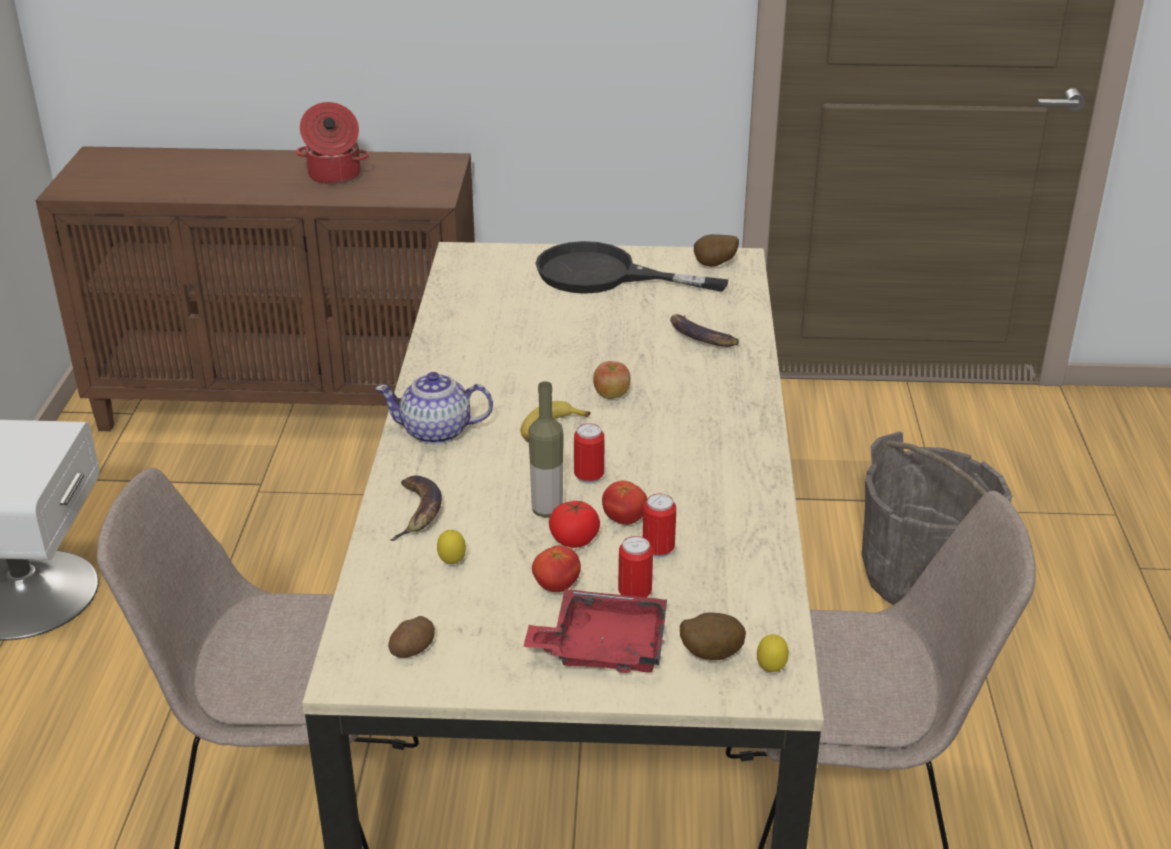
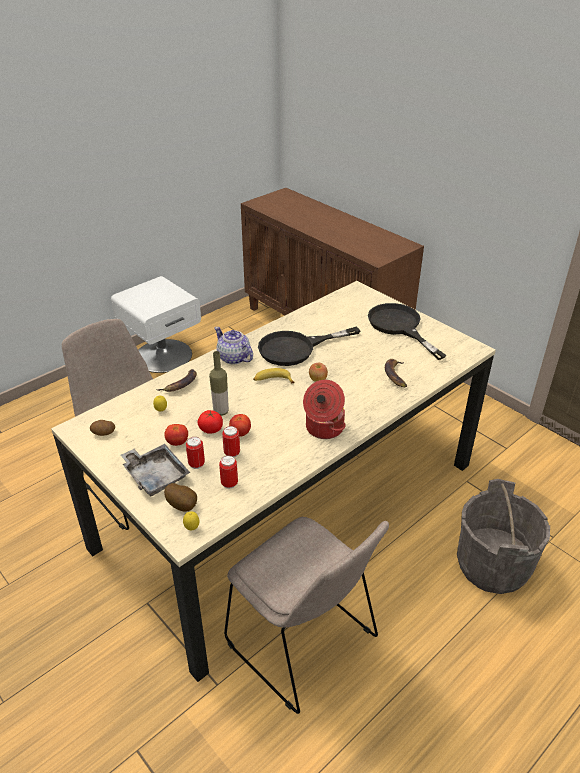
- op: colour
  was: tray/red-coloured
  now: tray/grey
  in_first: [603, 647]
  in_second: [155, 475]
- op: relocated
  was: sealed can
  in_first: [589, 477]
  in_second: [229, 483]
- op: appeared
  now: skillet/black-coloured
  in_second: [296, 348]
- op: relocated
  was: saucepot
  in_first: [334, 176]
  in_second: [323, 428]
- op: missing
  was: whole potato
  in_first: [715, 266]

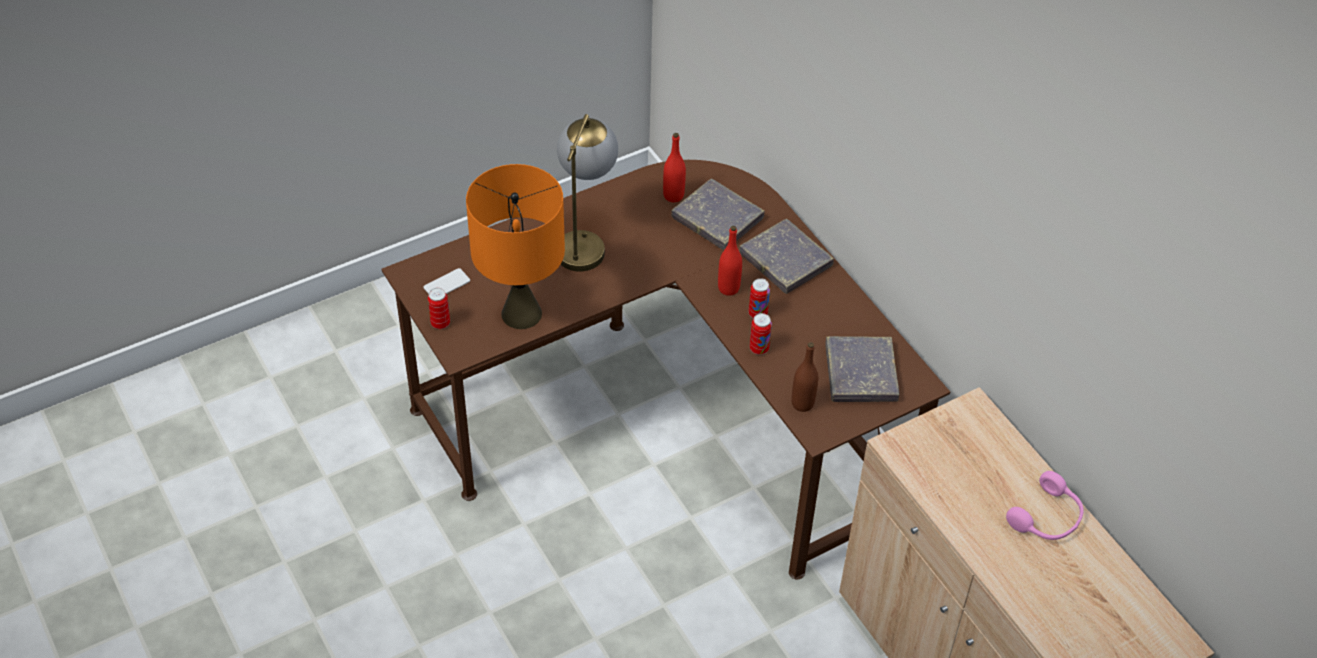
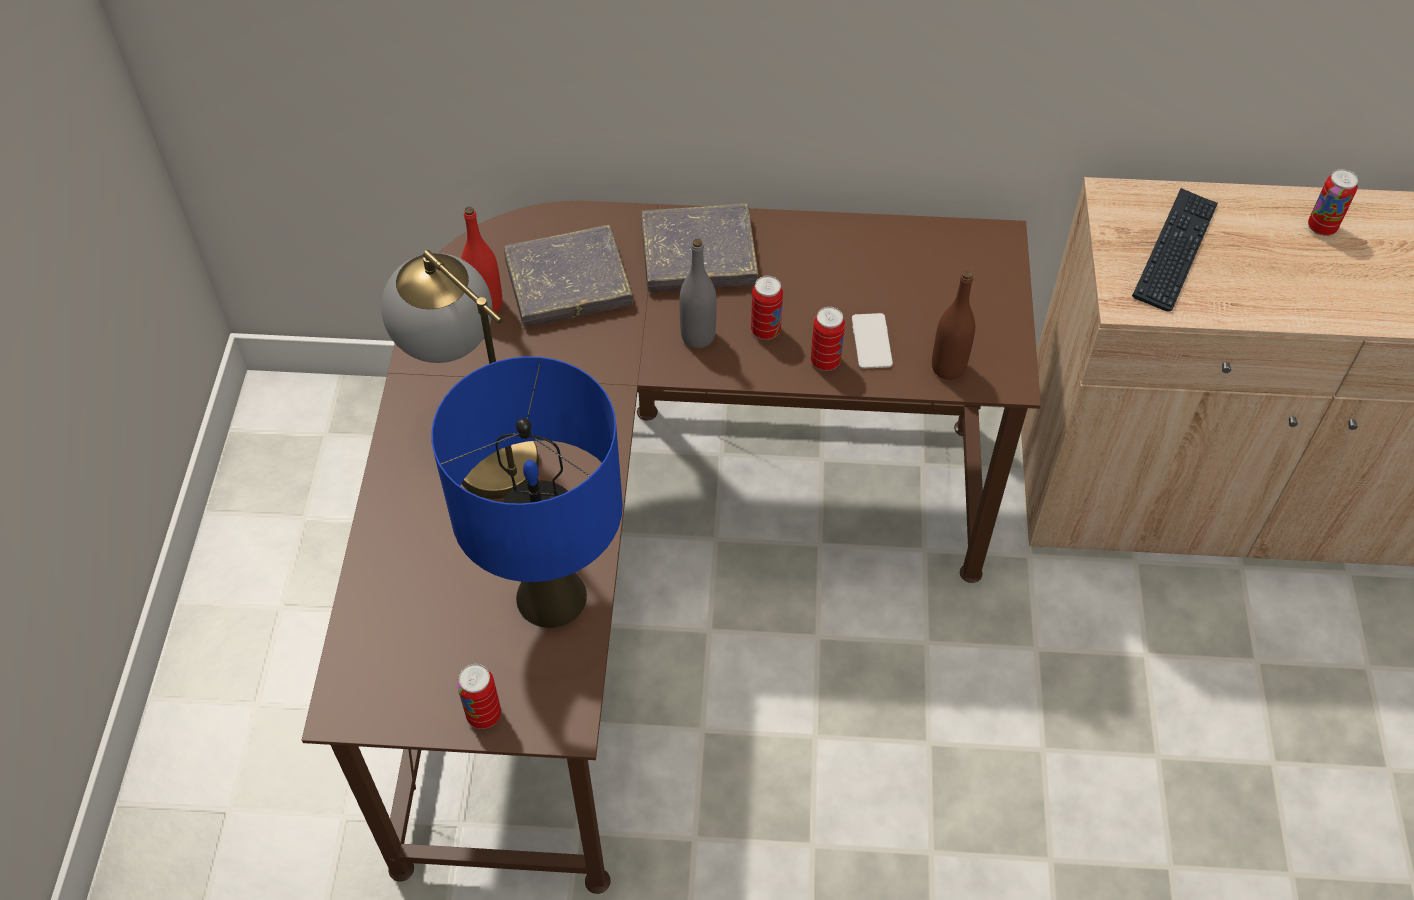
- op: colour
  was: tabletop lamp/orange
  now: tabletop lamp/blue-coloured
  in_first: [521, 313]
  in_second: [550, 597]
- op: colour
  was: bottle/red-coloured
  now: bottle/grey
  in_first: [728, 288]
  in_second: [698, 336]
- op: relocated
  was: telephone
  in_first: [446, 284]
  in_second: [871, 342]
- op: appeared
  now: PC keyboard
  in_second: [1174, 251]
- op: exchanged
  was: headphones/pinkish
  now: sealed can
  in_first: [1047, 518]
  in_second: [1321, 227]
- op: missing
  was: book/grey
  in_first: [860, 373]

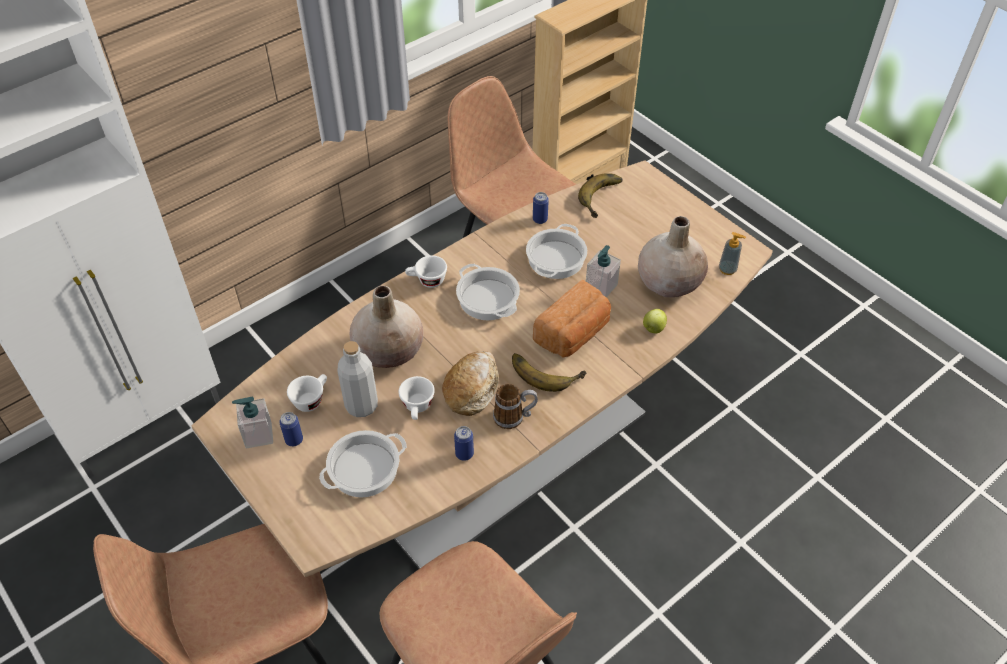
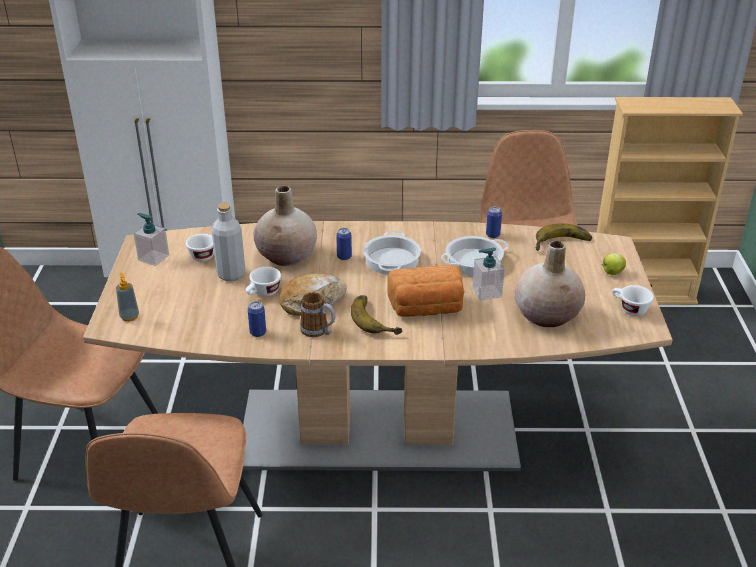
- op: relocated
  was: liquid soap bottle
  in_first: [727, 269]
  in_second: [129, 317]
- op: relocated
  was: sealed can
  in_first: [294, 440]
  in_second: [344, 257]
- op: relocated
  was: apple
  in_first: [653, 329]
  in_second: [611, 272]
- op: relocated
  was: small cup/whitish
  in_first: [427, 281]
  in_second: [629, 309]
- op: missing
  was: saucepot
  in_first: [364, 469]

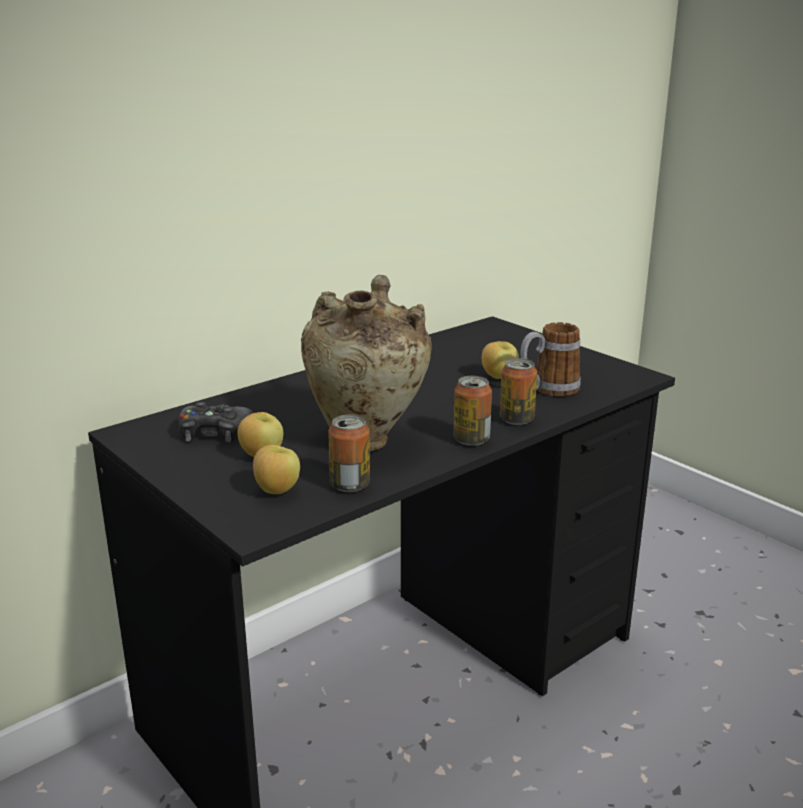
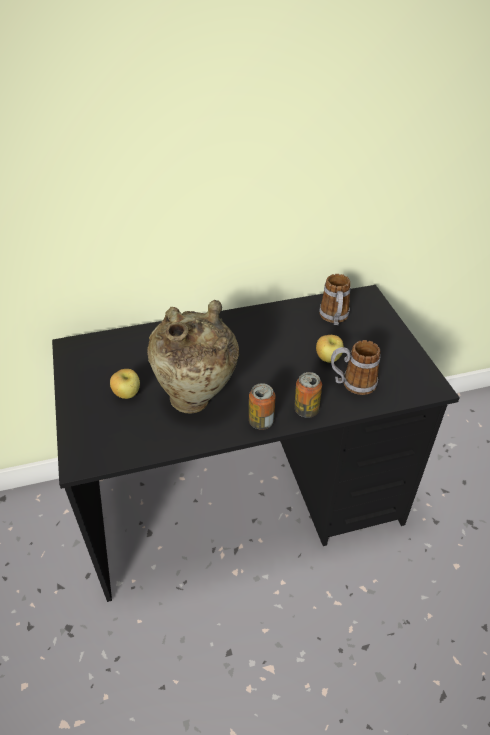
- op: appeared
  now: mug
  in_second: [334, 318]
- op: missing
  was: joypad/black-coloured
  in_first: [214, 432]
- op: missing
  was: apple
  in_first: [276, 491]
- op: missing
  was: sealed can
  in_first: [350, 485]

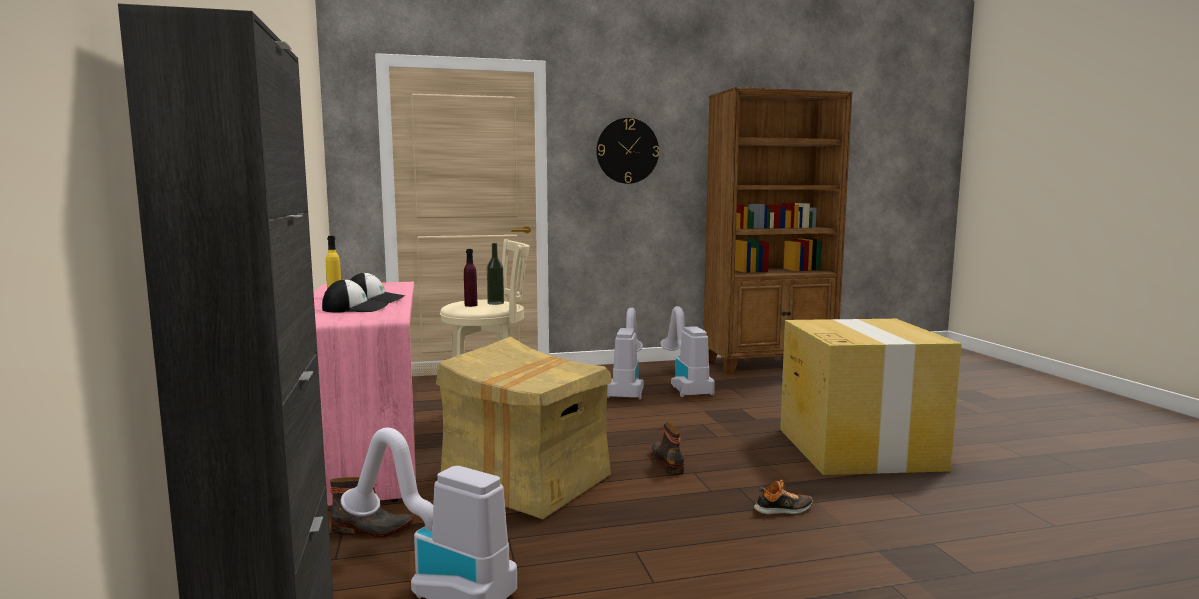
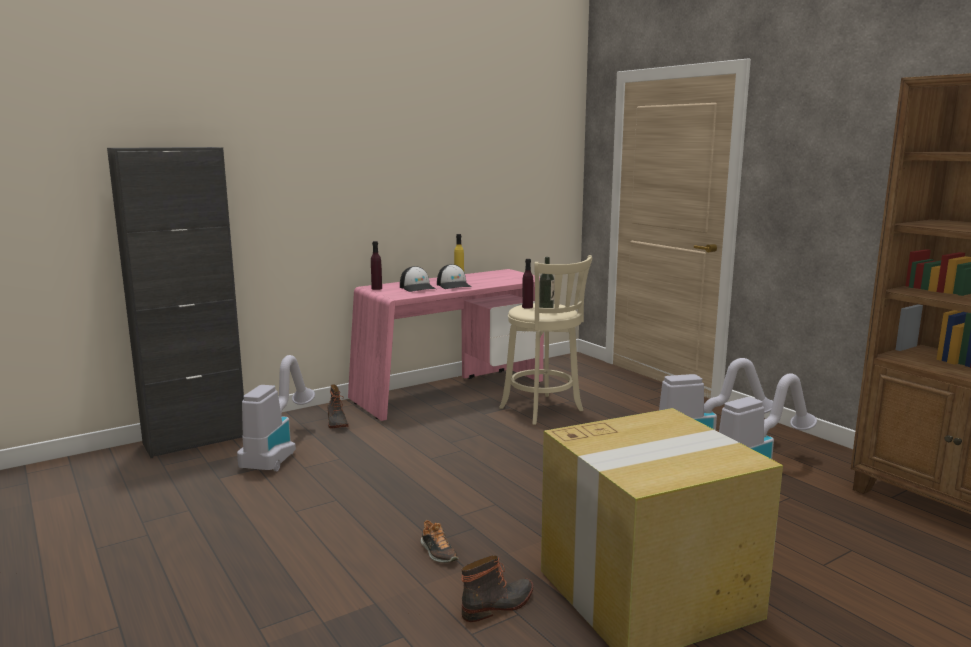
- op: appeared
  now: bottle/purple-coloured
  in_second: [376, 288]
- op: relocated
  was: boot
  in_first: [668, 462]
  in_second: [499, 605]
- op: missing
  was: carton
  in_first: [526, 482]
- op: missing
  was: hanging clock
  in_first: [627, 151]

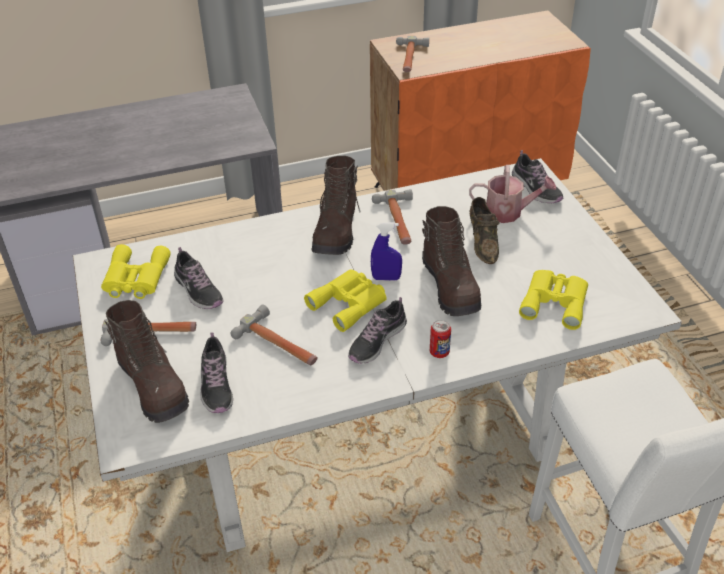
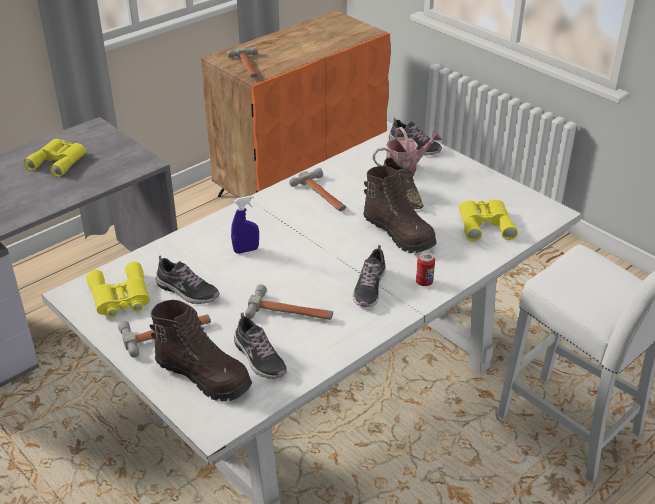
- op: relocated
  was: field glasses/yellow-coloured
  in_first: [350, 303]
  in_second: [59, 161]
- op: relocated
  was: spray bottle/blue-coloured
  in_first: [386, 278]
  in_second: [246, 250]
- op: missing
  was: boot/brown
  in_first: [337, 231]

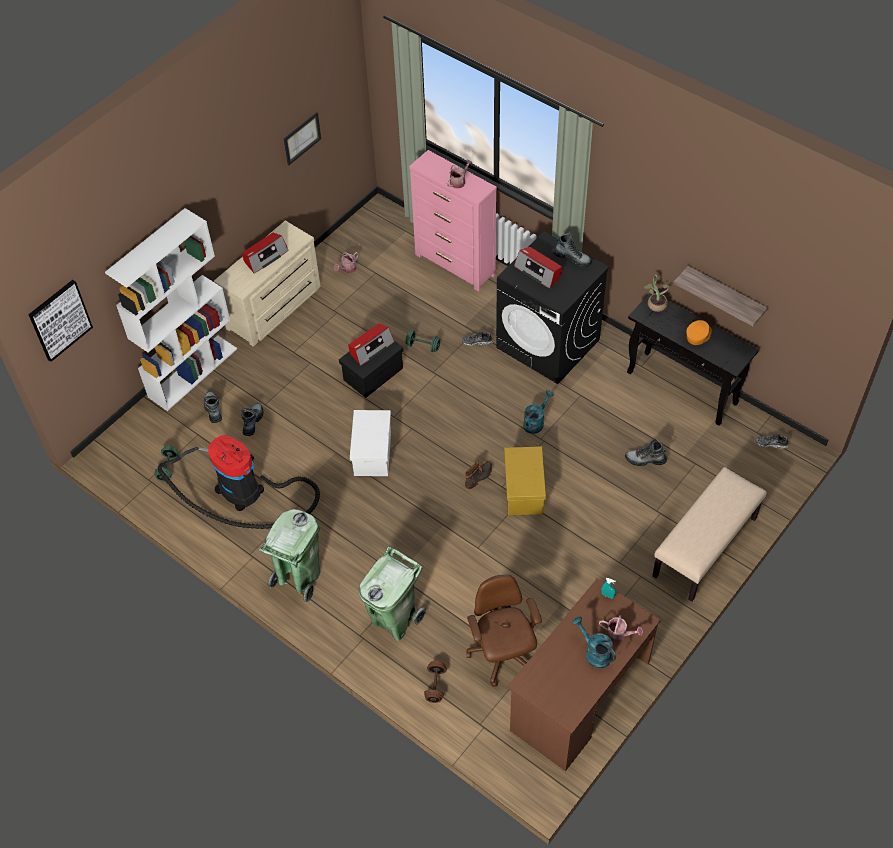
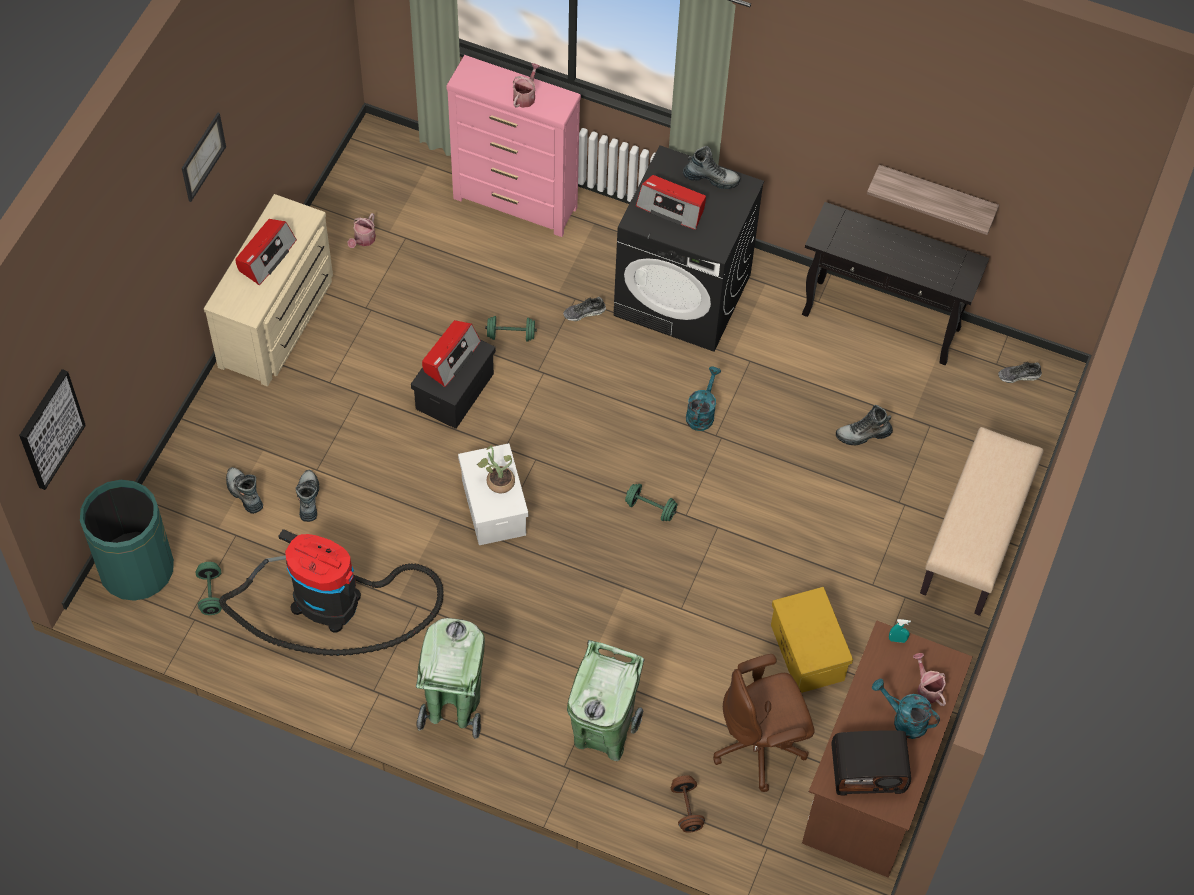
- op: appeared
  now: waste bin/green
  in_second: [136, 569]
- op: relocated
  was: picture
  in_first: [302, 138]
  in_second: [203, 156]
- op: relocated
  was: houseplant
  in_first: [655, 303]
  in_second: [497, 481]
- op: exchanged
  was: boot
  now: free weight/green
  in_first: [479, 477]
  in_second: [650, 508]
- op: spun
  was: office chair/brown
  in_first: [502, 655]
  in_second: [760, 746]
  clockwise: -75
- op: relocated
  was: storage bin/yellow-coloured
  in_first: [524, 491]
  in_second: [808, 653]
- op: appeared
  now: radio receiver
  in_second: [868, 770]
- op: spun
  was: watering pot
  in_first: [619, 634]
  in_second: [927, 688]
  clockwise: -120
- op: missing
  was: bookshelf/whitish
  in_first: [193, 372]
- op: missing
  was: cap/orange
  in_first: [698, 335]

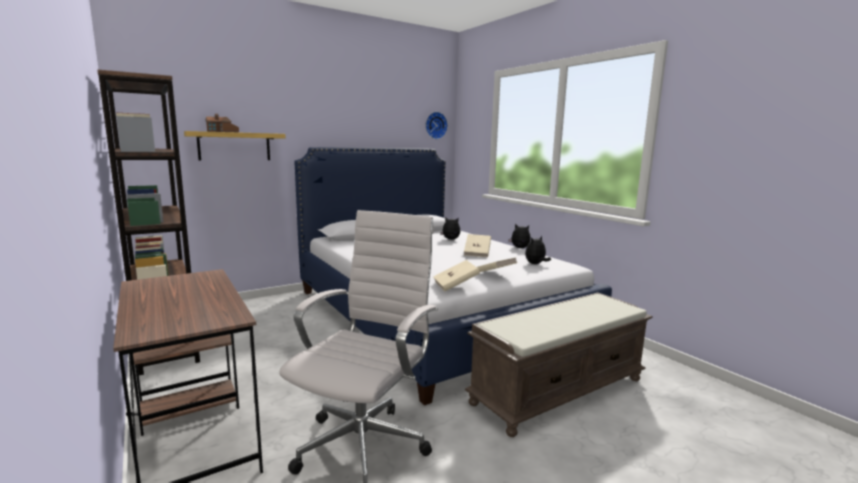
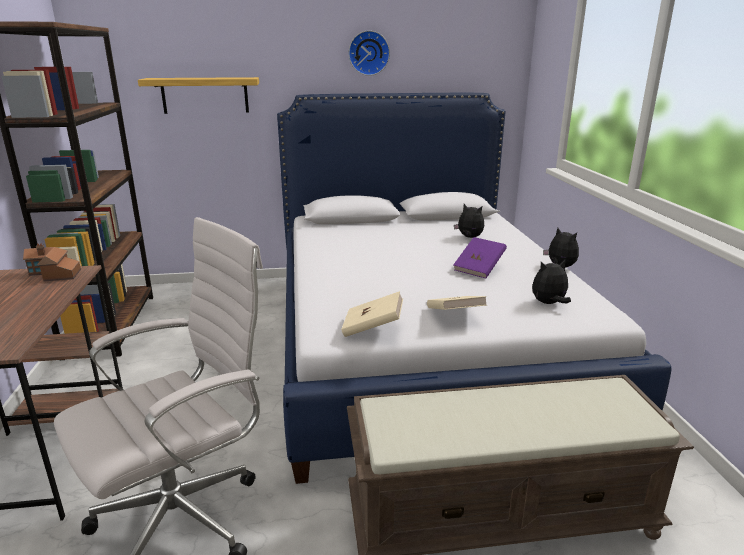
- op: relocated
  was: toy house
  in_first: [223, 132]
  in_second: [54, 274]
- op: relocated
  was: hanging clock
  in_first: [435, 125]
  in_second: [368, 53]
- op: colour
  was: book/sand-coloured
  now: book/purple-coloured
  in_first: [477, 253]
  in_second: [479, 268]

